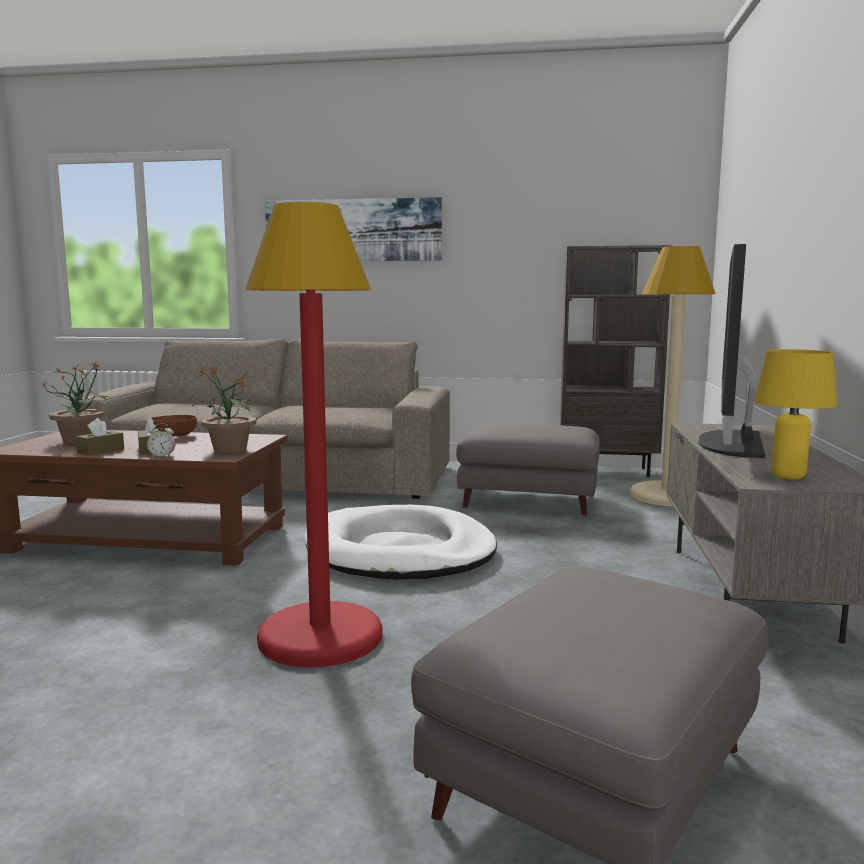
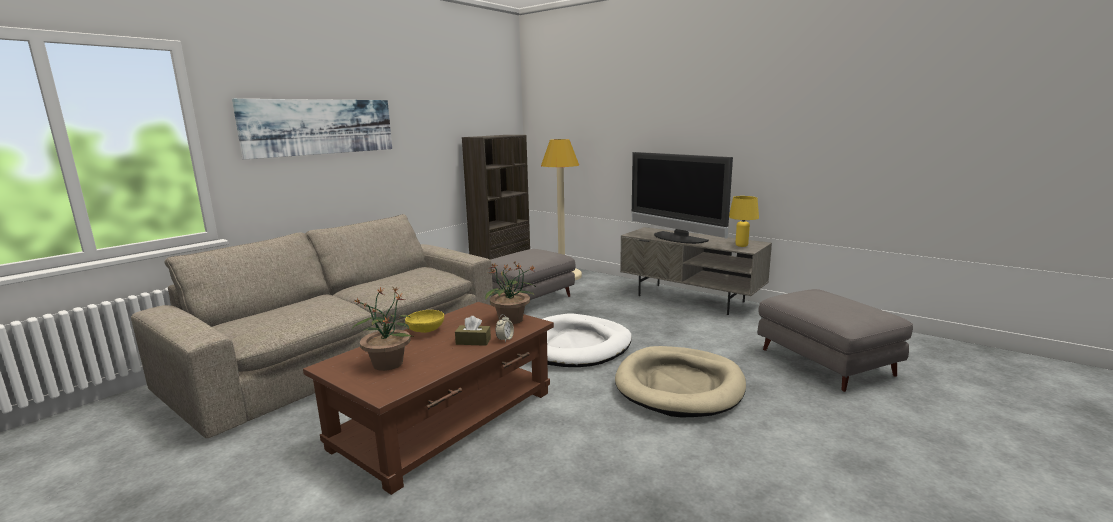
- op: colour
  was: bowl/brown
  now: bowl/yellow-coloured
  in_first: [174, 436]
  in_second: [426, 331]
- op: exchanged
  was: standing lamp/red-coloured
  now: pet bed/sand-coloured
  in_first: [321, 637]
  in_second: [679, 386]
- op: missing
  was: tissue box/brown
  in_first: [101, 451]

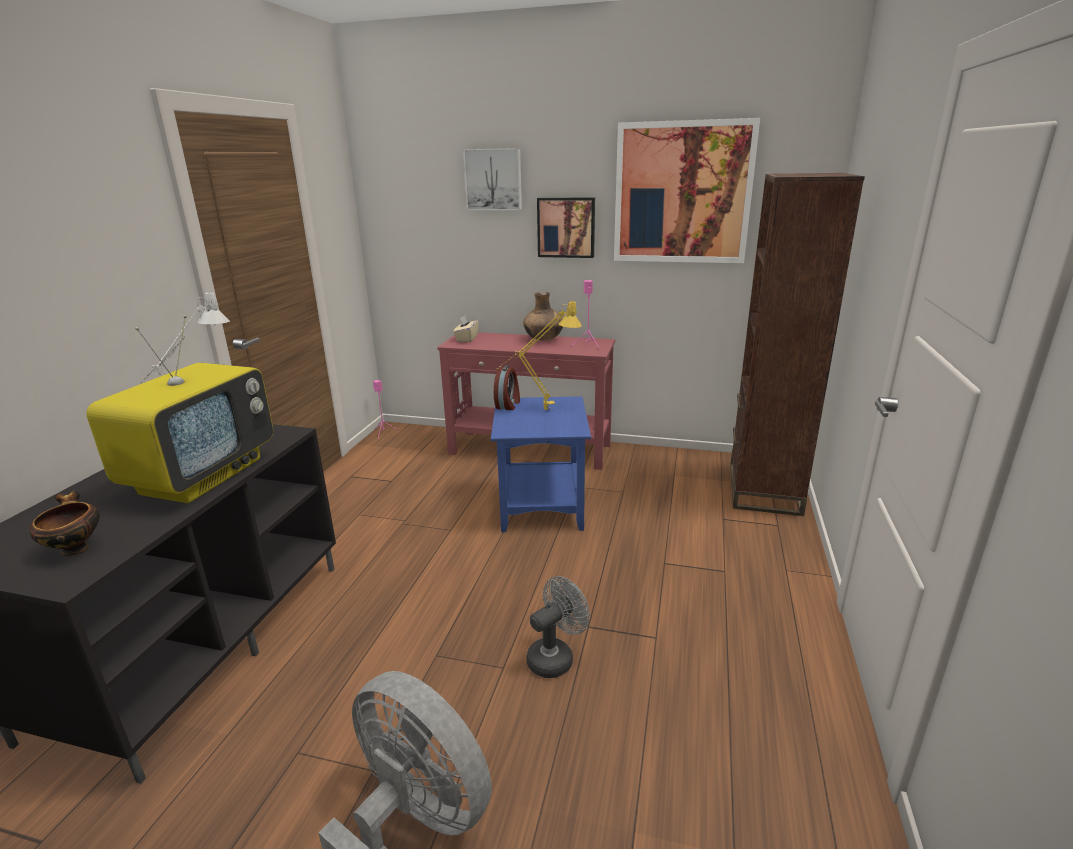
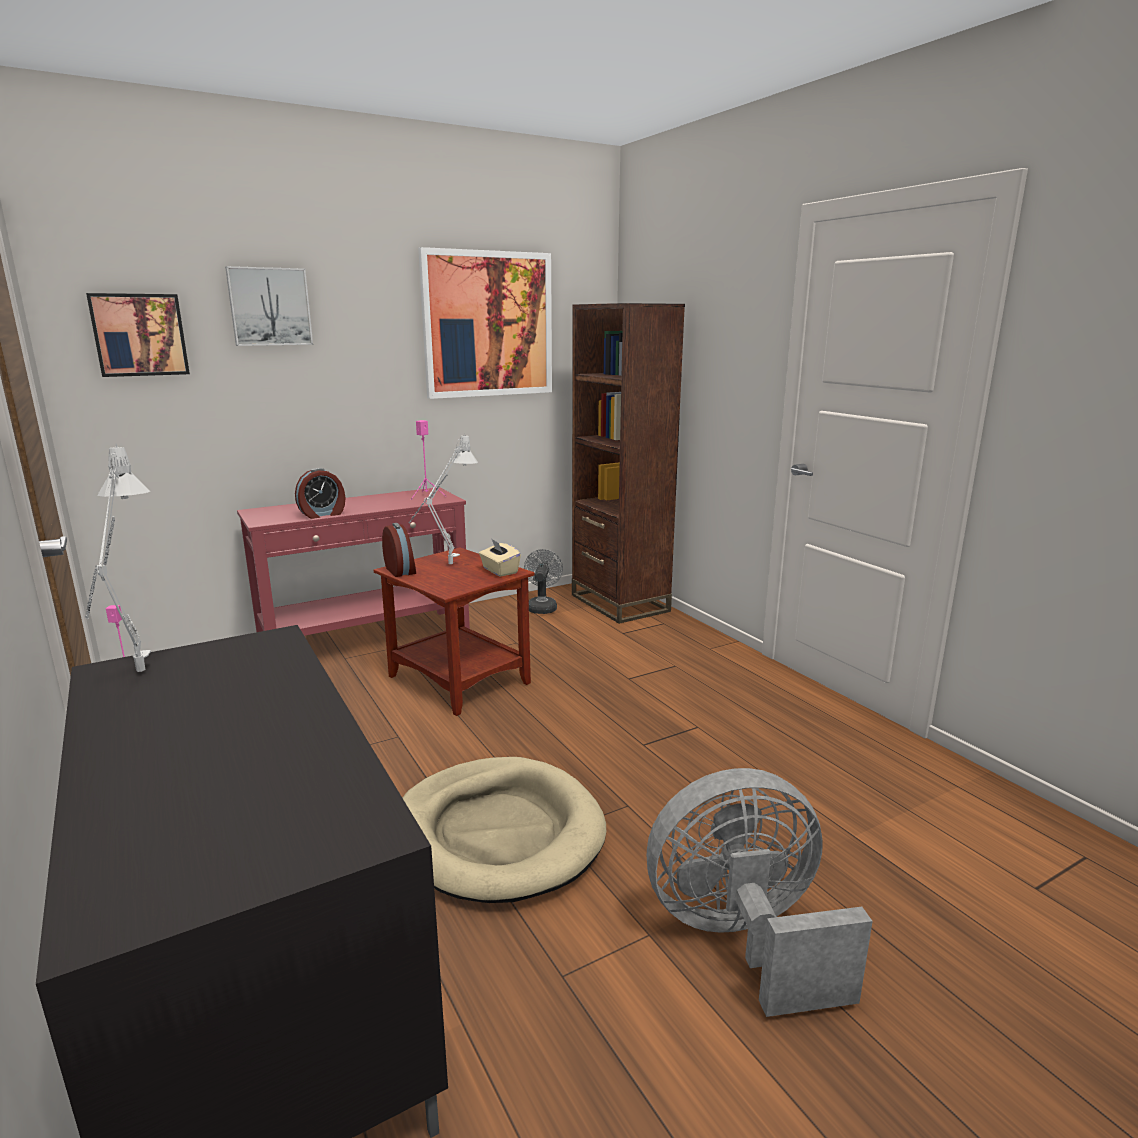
- op: relocated
  was: picture
  in_first: [566, 227]
  in_second: [139, 335]
- op: appeared
  now: table clock
  in_second: [322, 514]
- op: colour
  was: end table/blue-coloured
  now: end table/brown
  in_first: [540, 505]
  in_second: [457, 680]
- op: appeared
  now: pet bed/sand-coloured
  in_second: [499, 833]
- op: colour
  was: tabletop lamp/yellow-coloured
  now: tabletop lamp/grey
  in_first: [540, 411]
  in_second: [446, 567]
- op: relocated
  was: tissue box/sand-coloured
  in_first: [466, 339]
  in_second: [499, 571]
- op: relocated
  was: fan/grey
  in_first: [555, 657]
  in_second: [542, 607]
- op: missing
  was: bowl
  in_first: [75, 548]
- op: missing
  was: TV set
  in_first: [202, 475]
- op: missing
  was: flower vase/brown
  in_first: [544, 339]

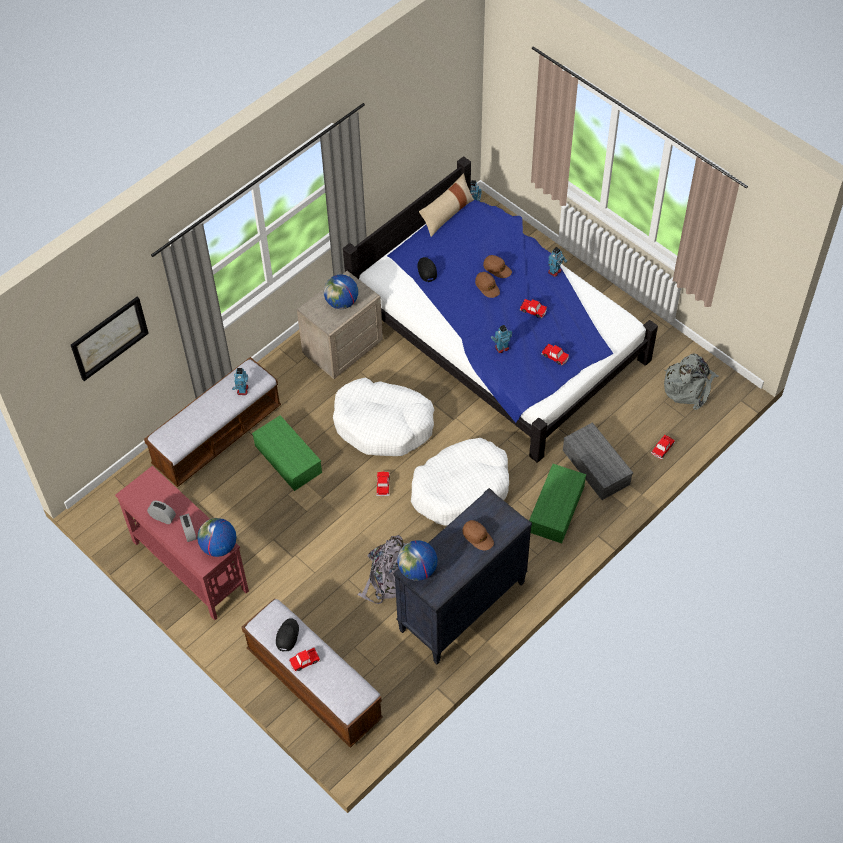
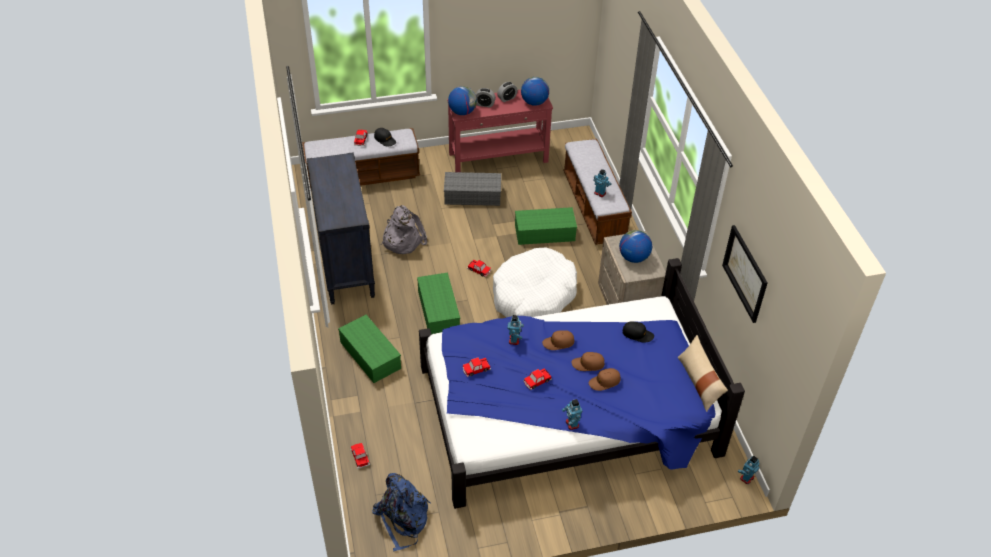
- op: colour
  was: backpack/grey
  now: backpack/blue-coloured
  in_first: [688, 387]
  in_second: [402, 519]
- op: exchanged
  was: pet bed/whitish
  now: storage bin/green
  in_first: [461, 489]
  in_second: [437, 310]
- op: relocated
  was: storage bin/grey
  in_first: [594, 467]
  in_second: [473, 195]
- op: relocated
  was: globe
  in_first: [417, 570]
  in_second: [534, 102]
- op: relocated
  was: cap/brown
  in_first: [478, 537]
  in_second: [558, 343]
- op: relocated
  was: picture
  in_first: [109, 338]
  in_second: [745, 273]

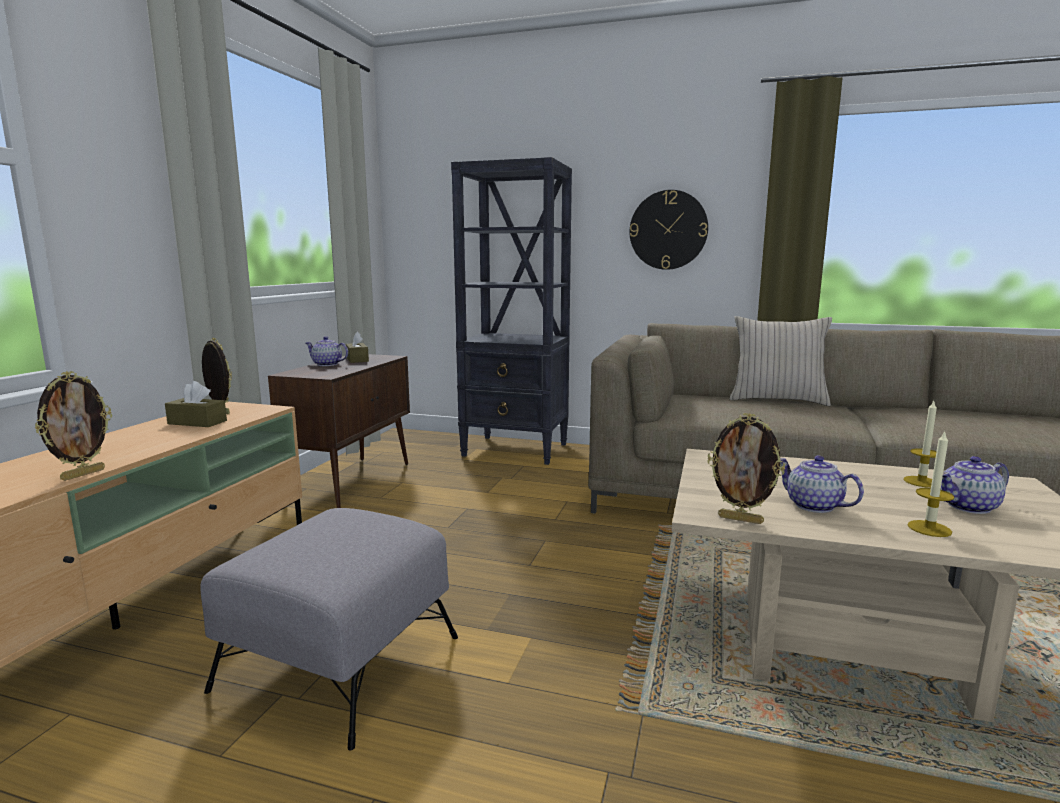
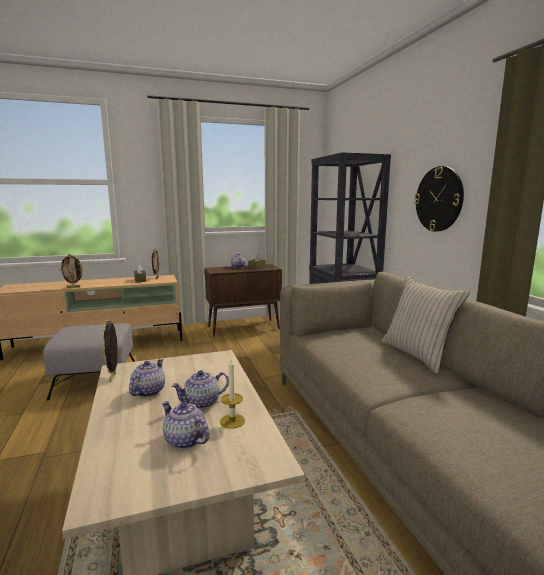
- op: appeared
  now: pot for tea
  in_second: [202, 403]
- op: missing
  was: wax light
  in_first: [929, 528]

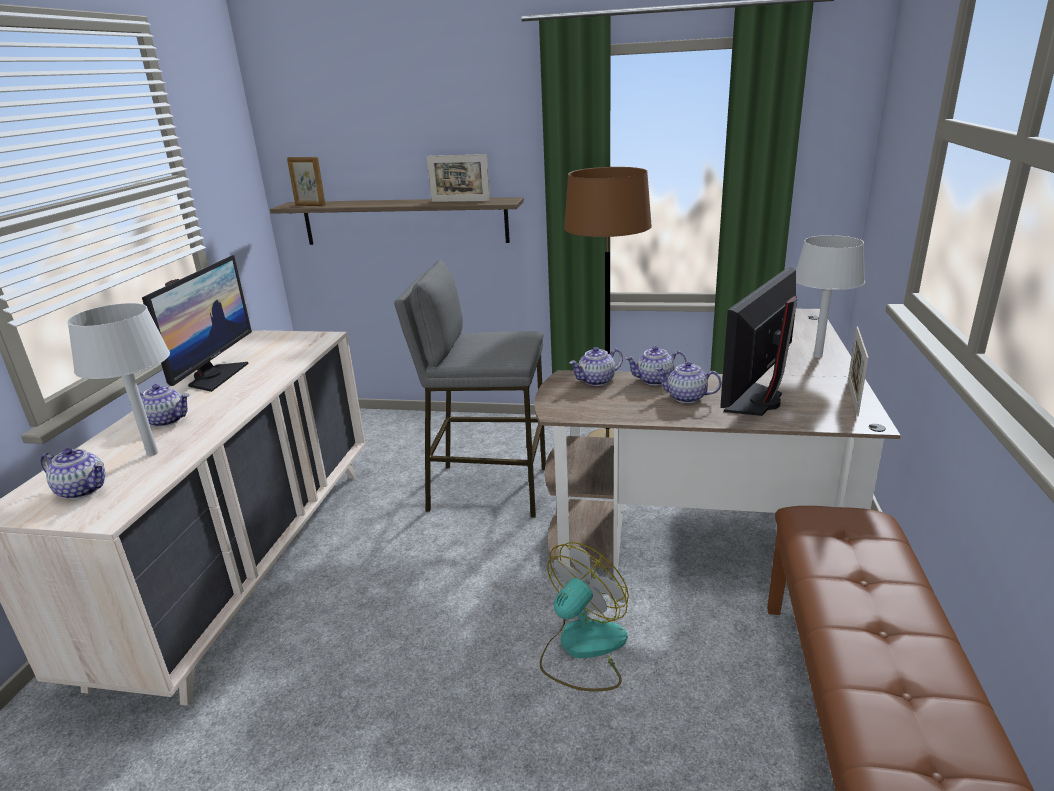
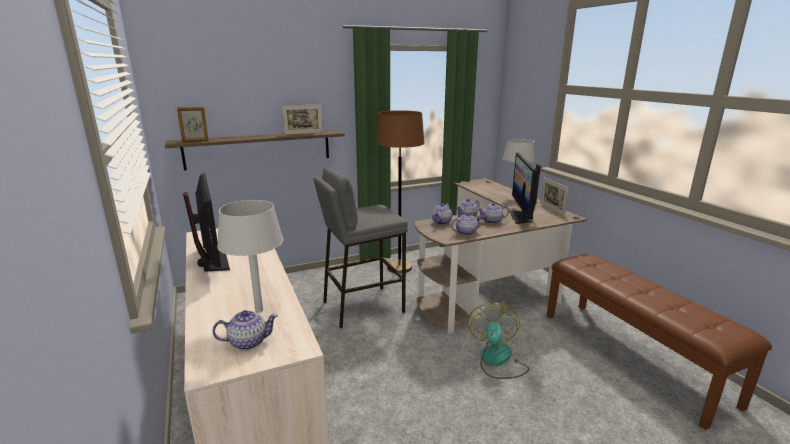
- op: relocated
  was: pot for tea
  in_first: [167, 420]
  in_second: [466, 232]

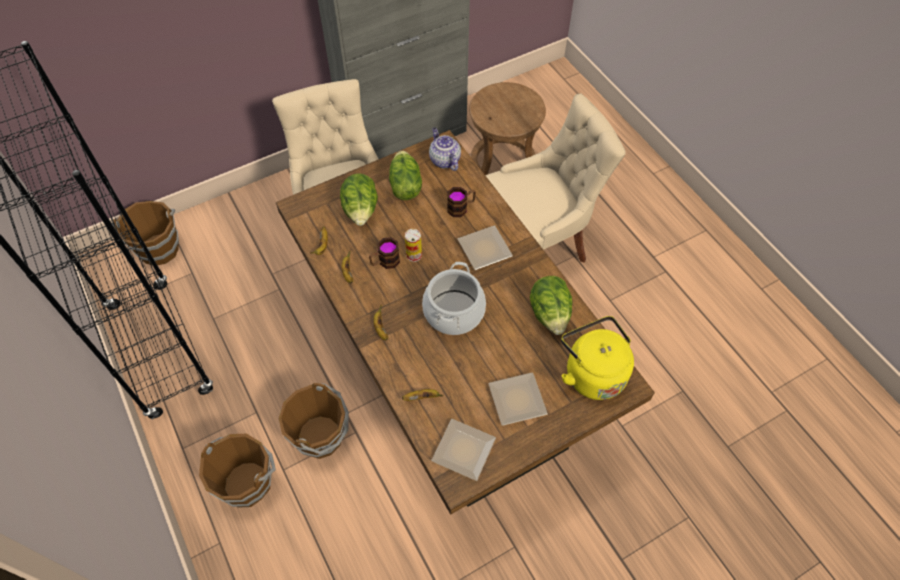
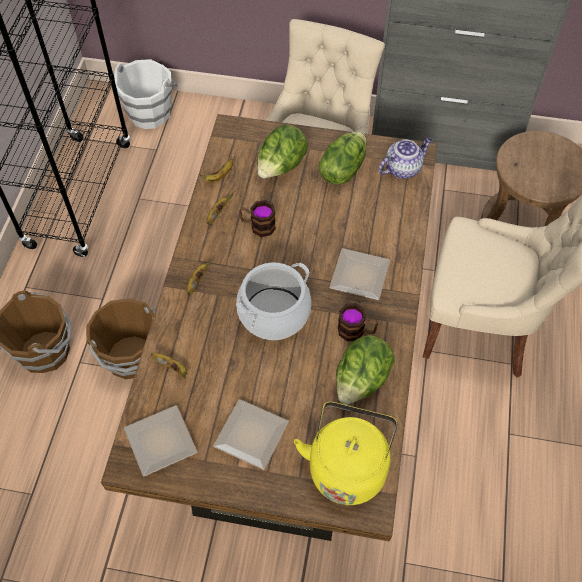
- op: colour
  was: bucket/brown
  now: bucket/whitish
  in_first: [159, 248]
  in_second: [150, 112]
- op: relocated
  was: mug
  in_first: [461, 208]
  in_second: [356, 331]
- op: spun
  was: pot for tea
  in_first: [444, 160]
  in_second: [403, 168]
  clockwise: 45
- op: missing
  was: sealed can
  in_first: [414, 255]

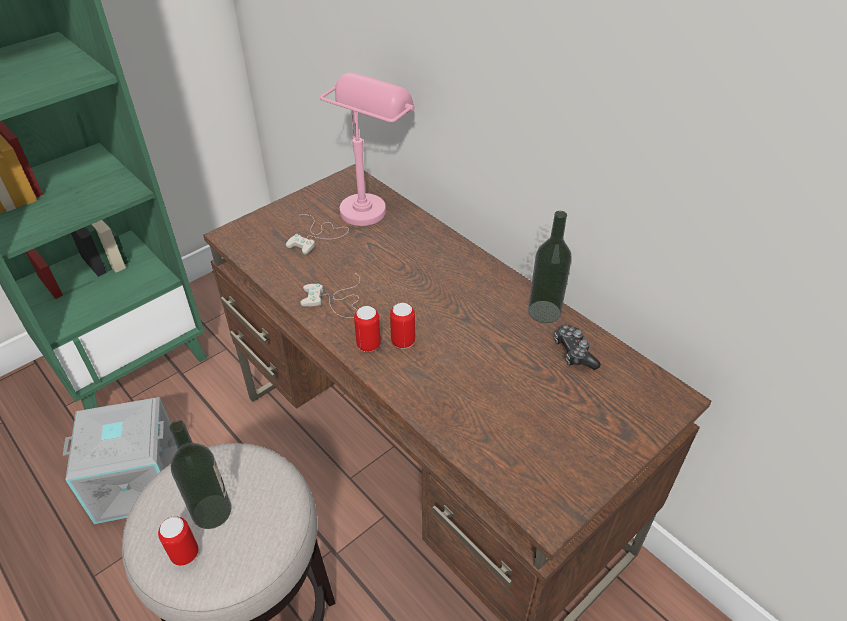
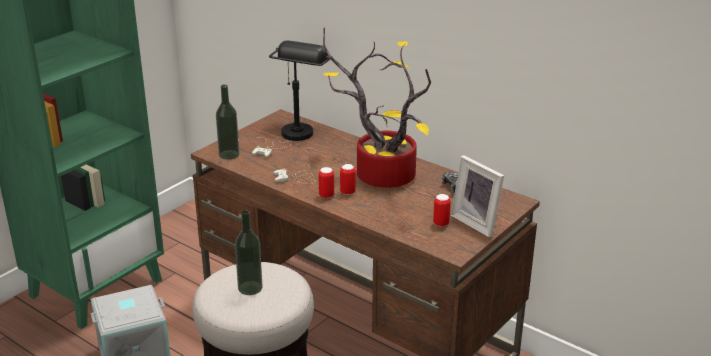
- op: relocated
  was: bottle
  in_first: [544, 311]
  in_second: [229, 154]
- op: colour
  was: tabletop lamp/pinkish
  now: tabletop lamp/black-coloured
  in_first: [370, 203]
  in_second: [301, 128]
- op: appeared
  now: houseplant
  in_second: [380, 176]
- op: relocated
  was: sealed can
  in_first: [185, 554]
  in_second: [441, 223]
- op: appeared
  now: picture frame
  in_second: [478, 222]

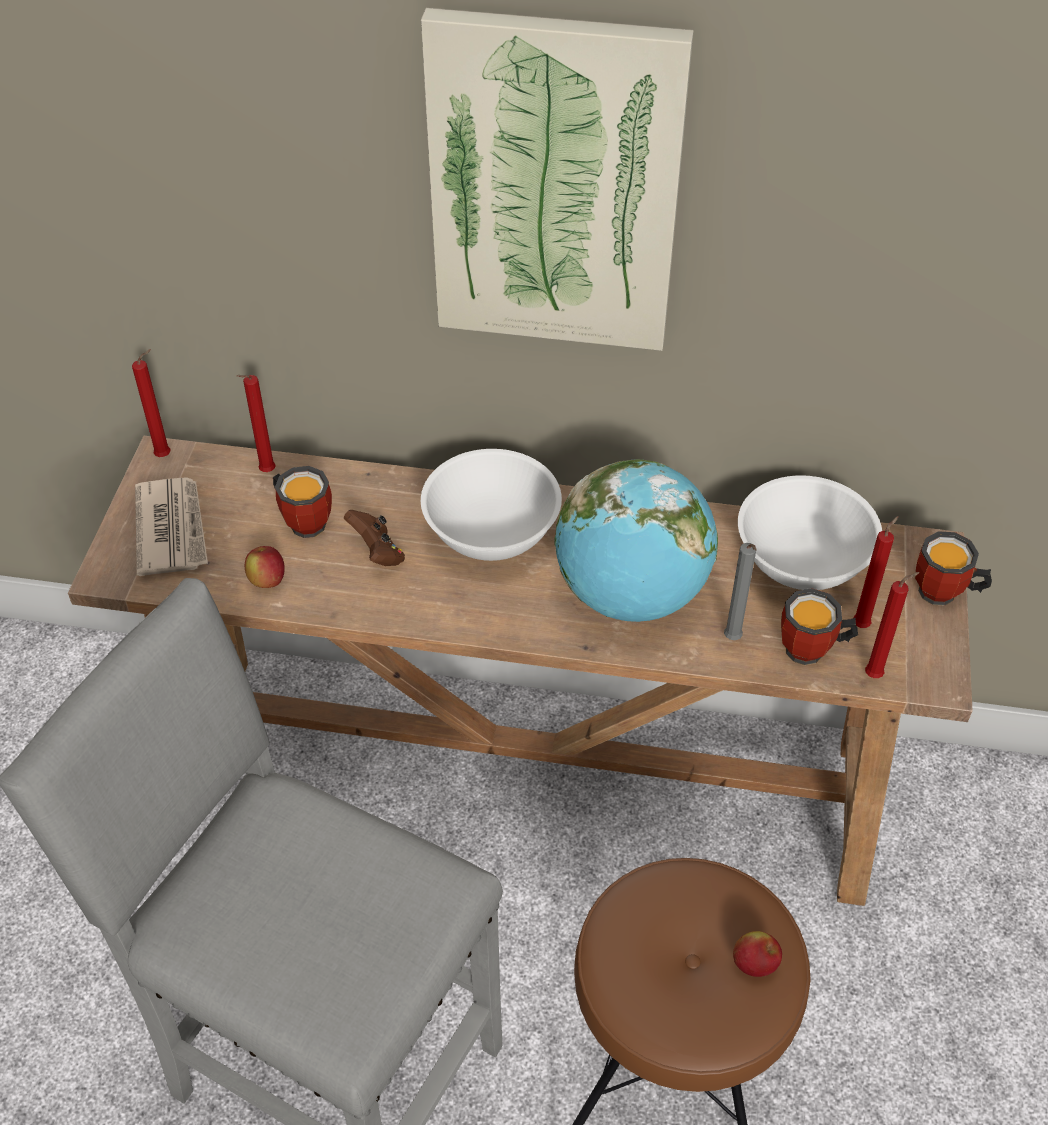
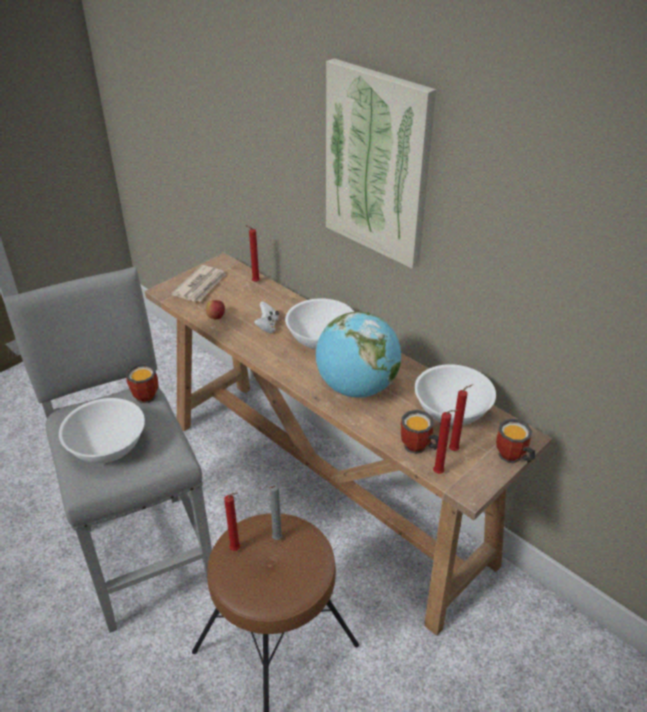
- op: appeared
  now: bowl/whitish
  in_second: [107, 447]
- op: relocated
  was: mug
  in_first: [305, 519]
  in_second: [147, 394]
- op: relocated
  was: wax light/red-coloured
  in_first: [166, 455]
  in_second: [237, 549]
- op: colour
  was: joypad/brown
  now: joypad/whitish
  in_first: [377, 553]
  in_second: [267, 326]
- op: relocated
  was: wax light/grey
  in_first: [733, 640]
  in_second: [276, 539]
- op: missing
  was: apple
  in_first: [754, 964]

